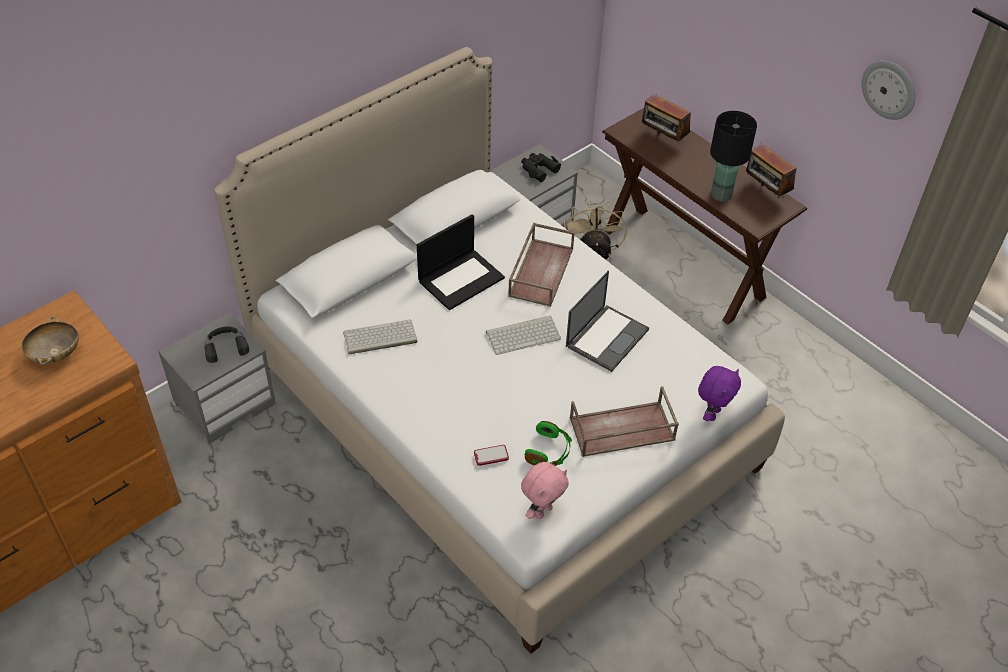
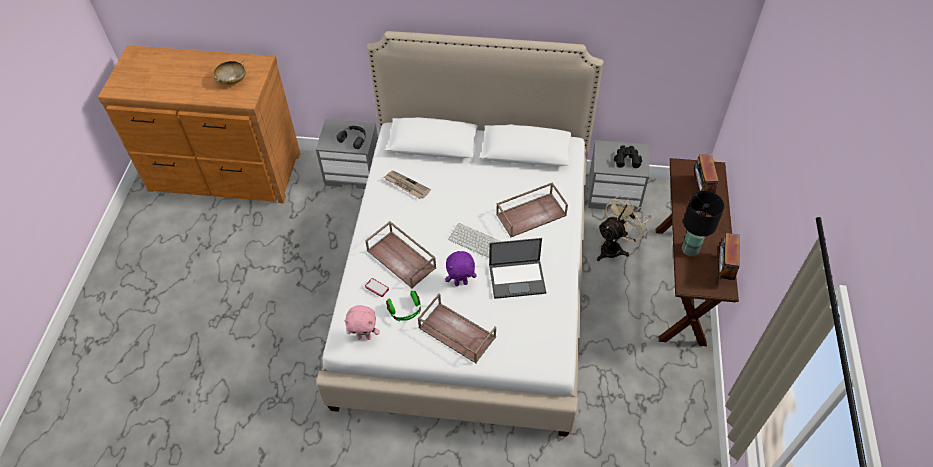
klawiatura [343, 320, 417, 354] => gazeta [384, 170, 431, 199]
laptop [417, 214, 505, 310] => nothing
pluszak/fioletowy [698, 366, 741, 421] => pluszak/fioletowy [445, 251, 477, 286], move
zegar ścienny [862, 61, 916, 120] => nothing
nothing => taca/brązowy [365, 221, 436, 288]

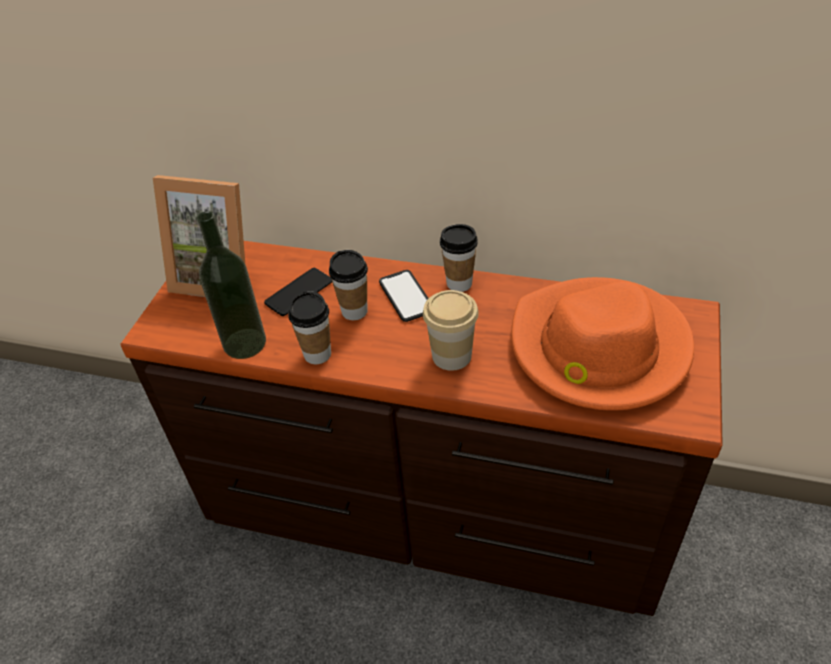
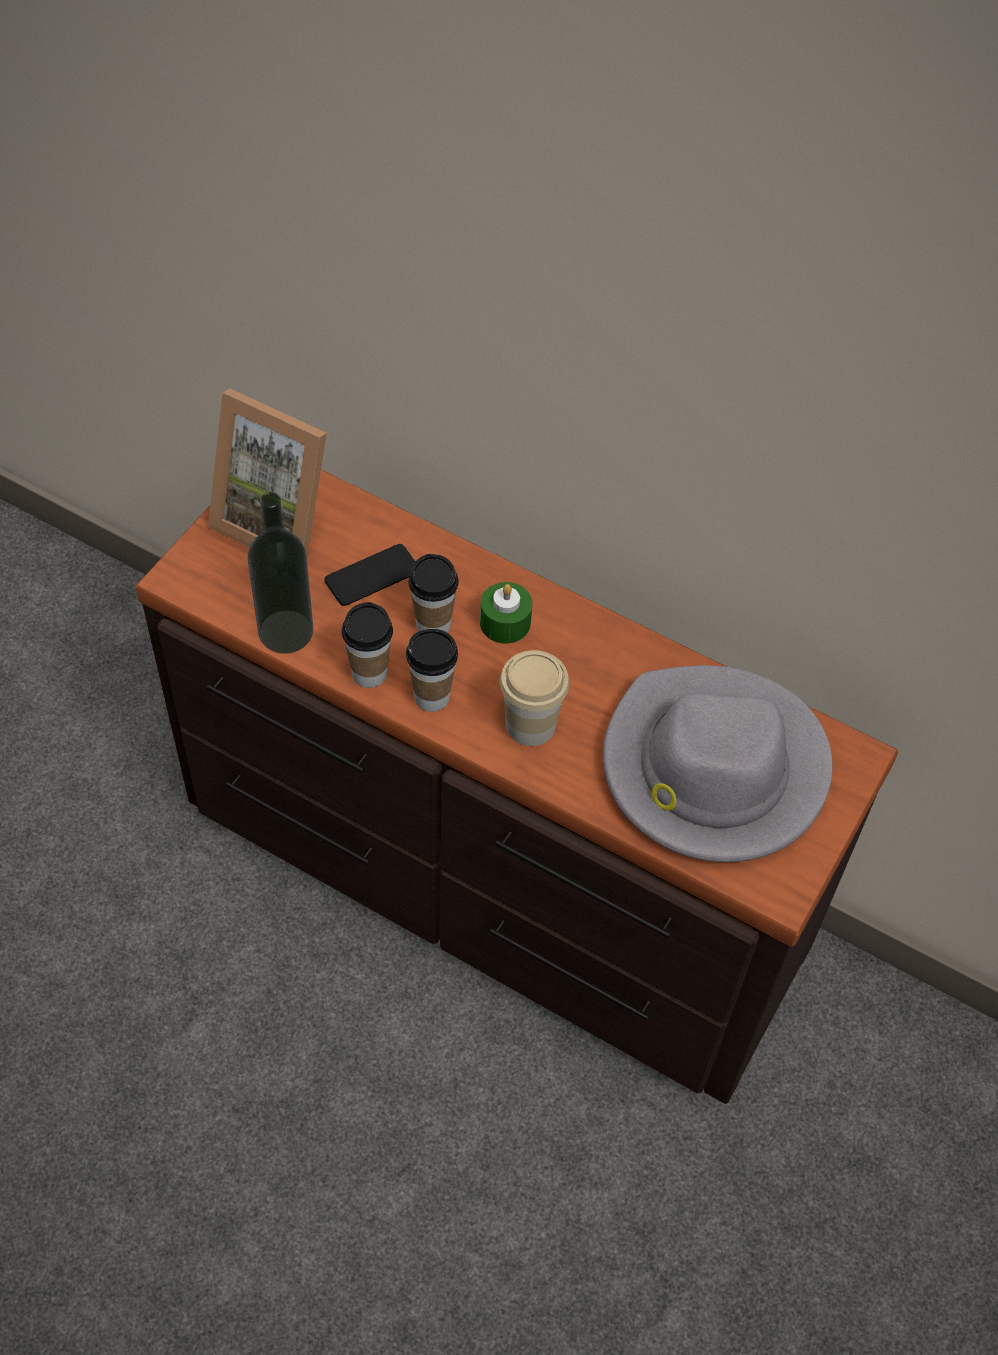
telefon [379, 270, 429, 322] => świeca/zielony [480, 582, 532, 644]
filiżanka [440, 224, 478, 292] => filiżanka [406, 629, 458, 712], move
kapelusz/pomarańczowy [511, 277, 694, 411] => kapelusz/szary [603, 665, 833, 862]

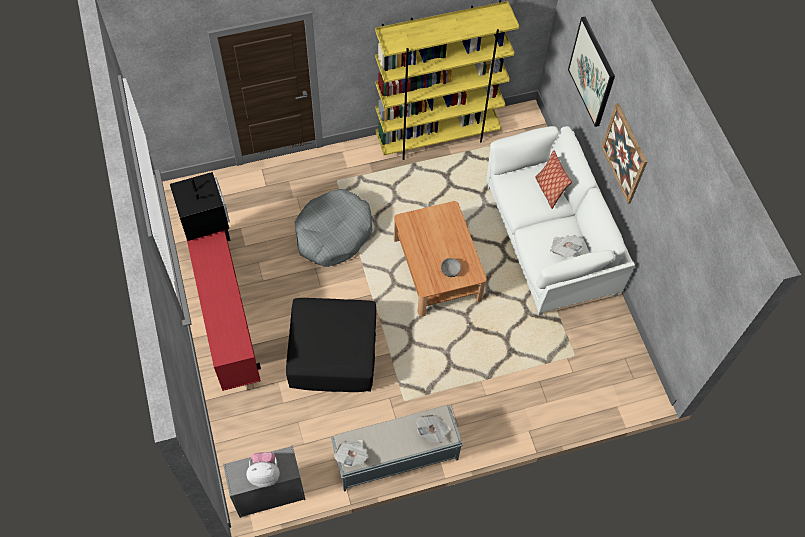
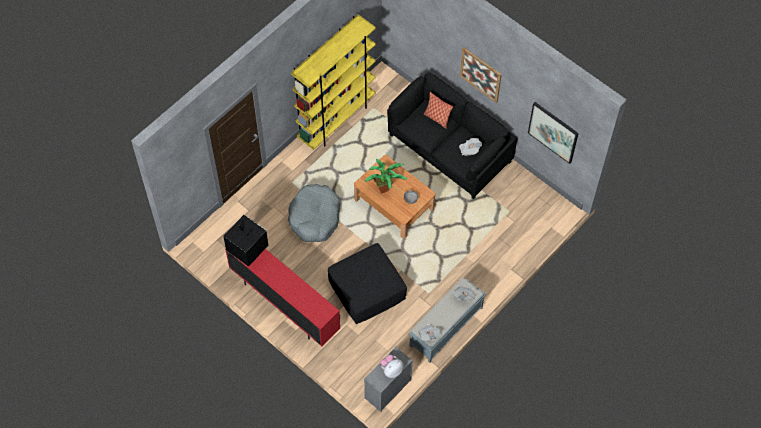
kanapa/biały [486, 126, 635, 316] => kanapa/czarny [387, 72, 518, 199]
obraz [568, 17, 615, 127] => obraz [528, 102, 579, 164], move
nothing => roślina doniczkowa [364, 159, 407, 194]

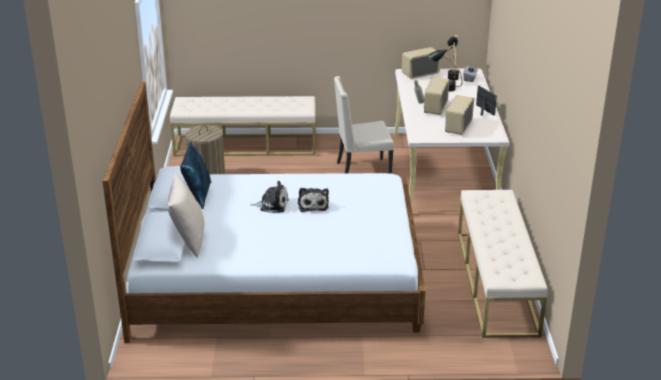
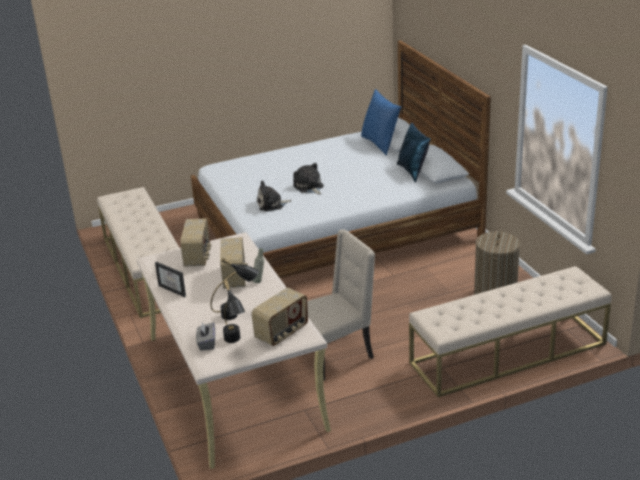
poduszka/beżowy [167, 173, 204, 258] => poduszka/niebieski [361, 89, 401, 155]
pluszak [250, 181, 289, 213] => pluszak [257, 181, 292, 212], move

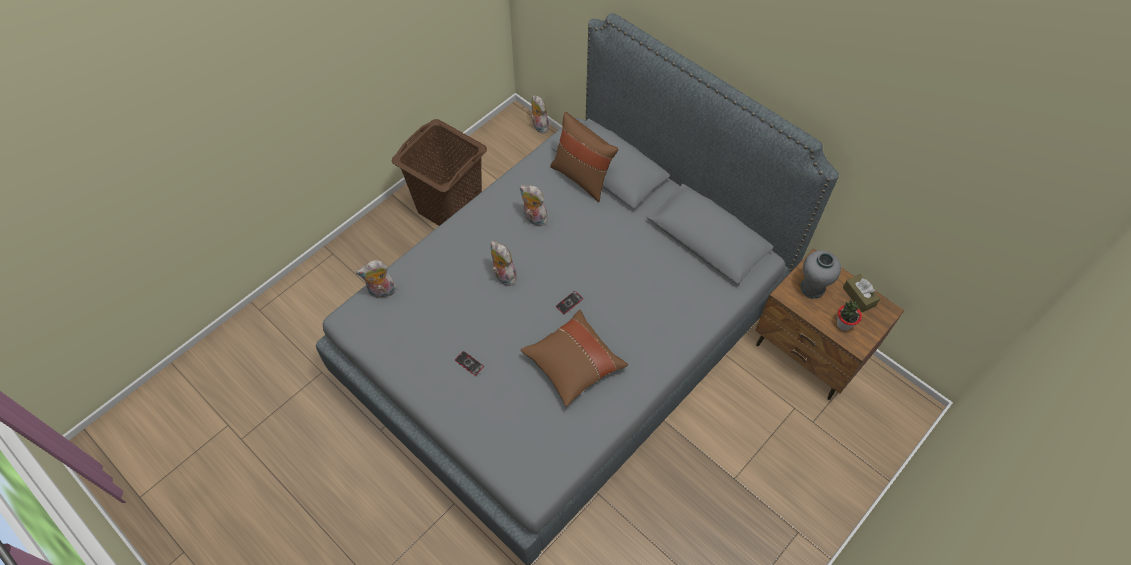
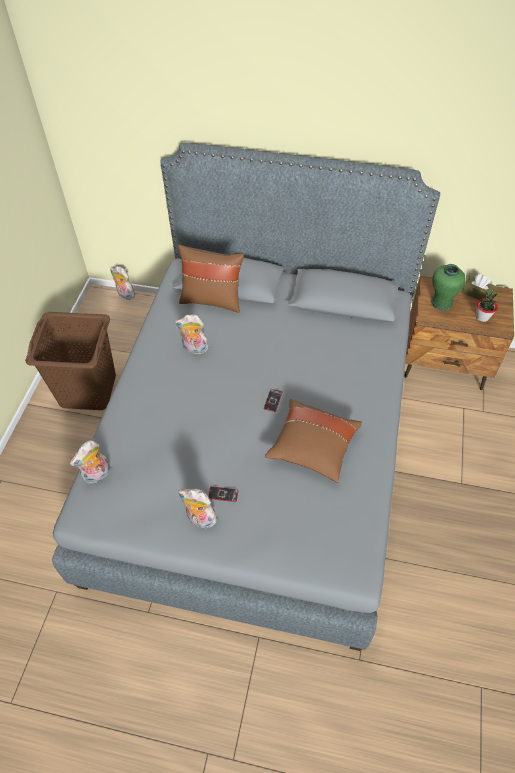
pluszak [491, 241, 519, 286] => pluszak [178, 488, 217, 528], move
wazon/szary [801, 250, 841, 299] => wazon/zielony [431, 264, 466, 311]

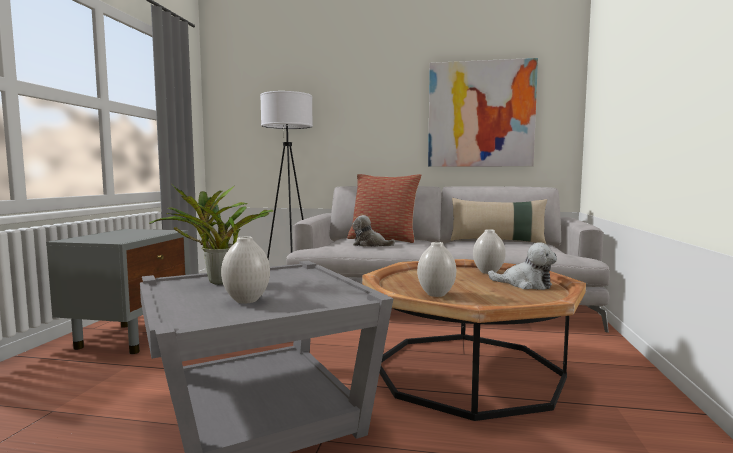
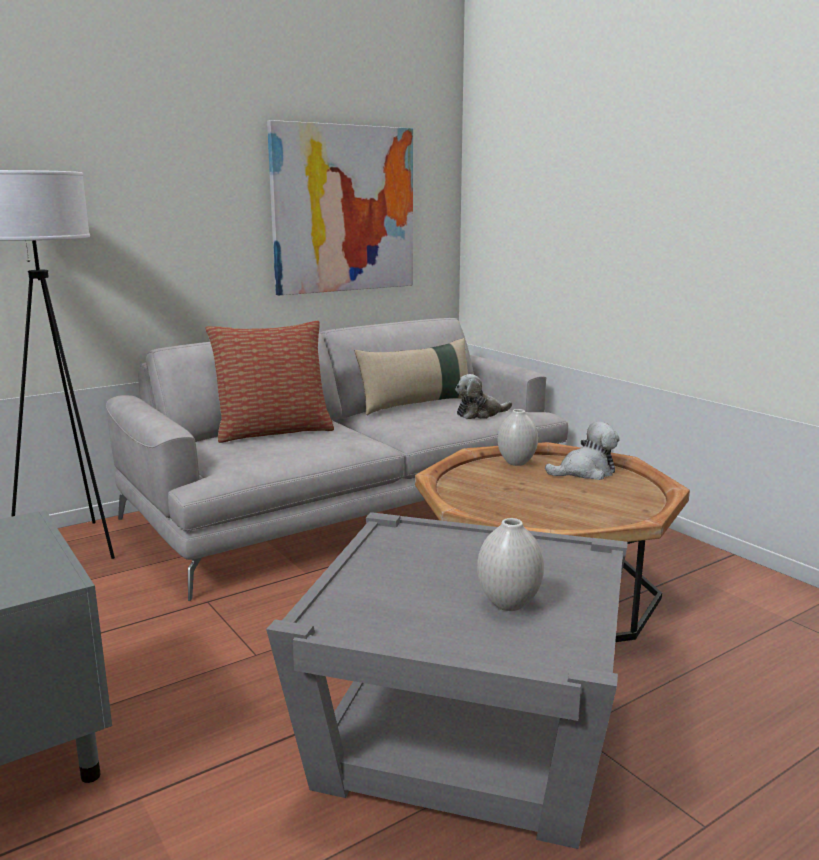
roślina doniczkowa [149, 184, 274, 285] => nothing
pluszak [352, 215, 395, 247] => pluszak [455, 374, 512, 419], move
wazon/biały [417, 242, 456, 297] => nothing

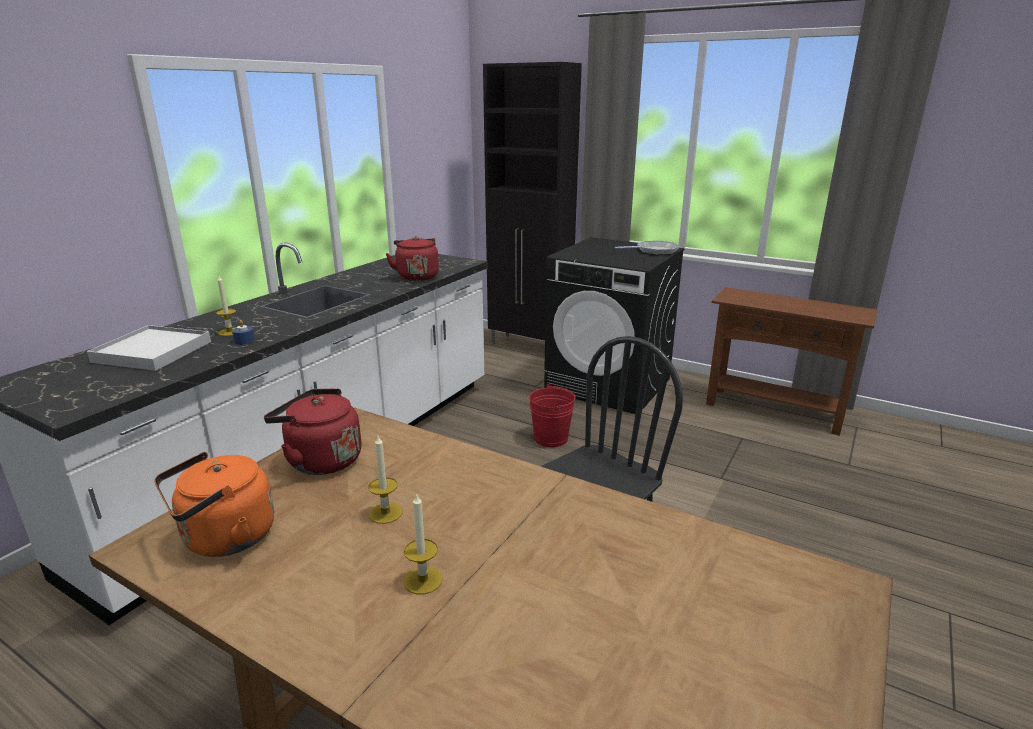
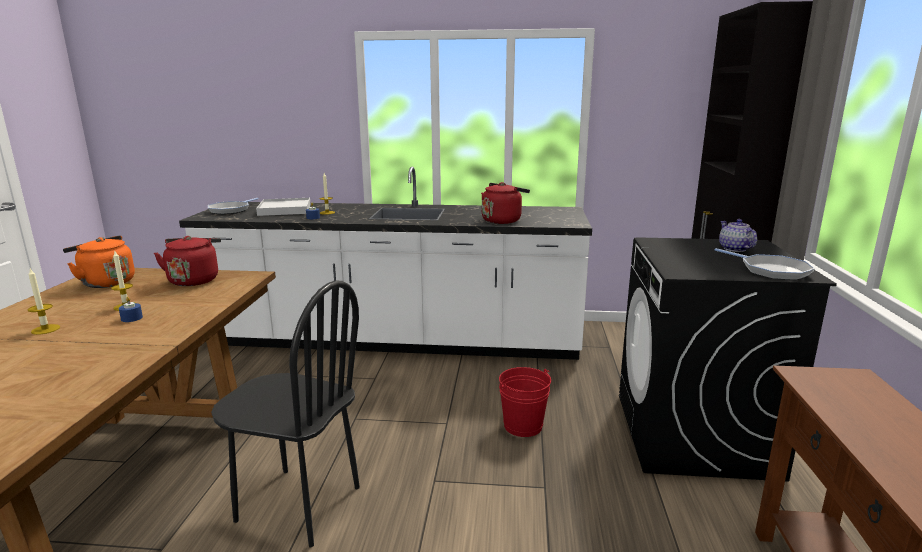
nothing => świeca/niebieski [119, 297, 143, 322]
nothing => patelnia [208, 198, 259, 214]
nothing => imbryk [719, 219, 757, 252]

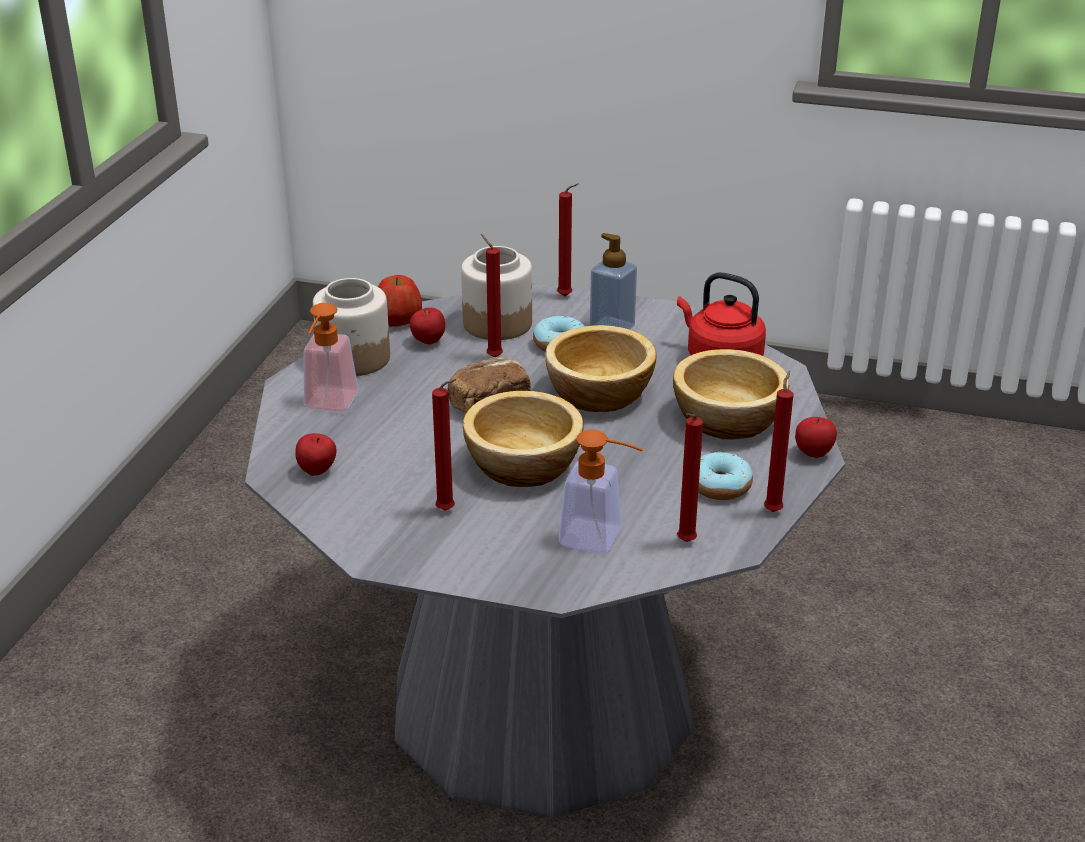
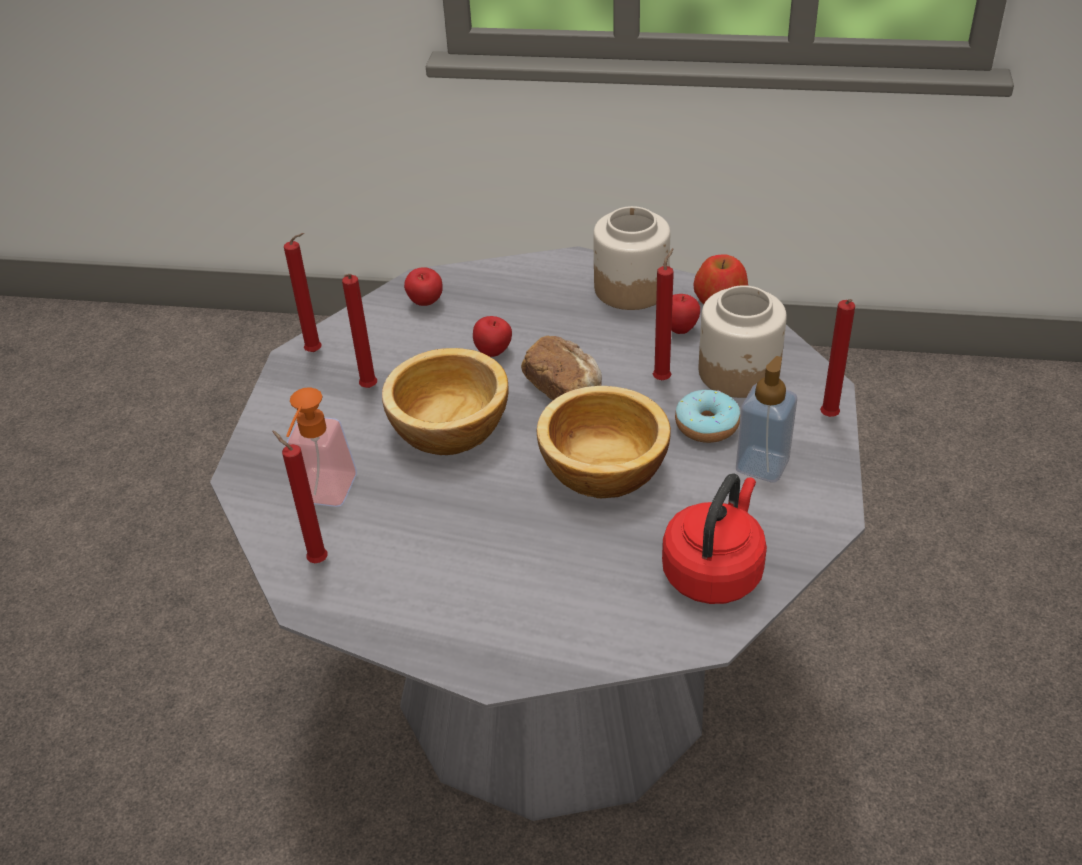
dozownik mydła [304, 303, 359, 412] => nothing
miska [673, 349, 790, 439] => nothing
donut [698, 451, 753, 500] => nothing
świeca/czerwony [764, 371, 793, 512] => świeca/czerwony [284, 233, 322, 352], move
jabłko [795, 417, 837, 458] => jabłko [473, 316, 512, 357], move

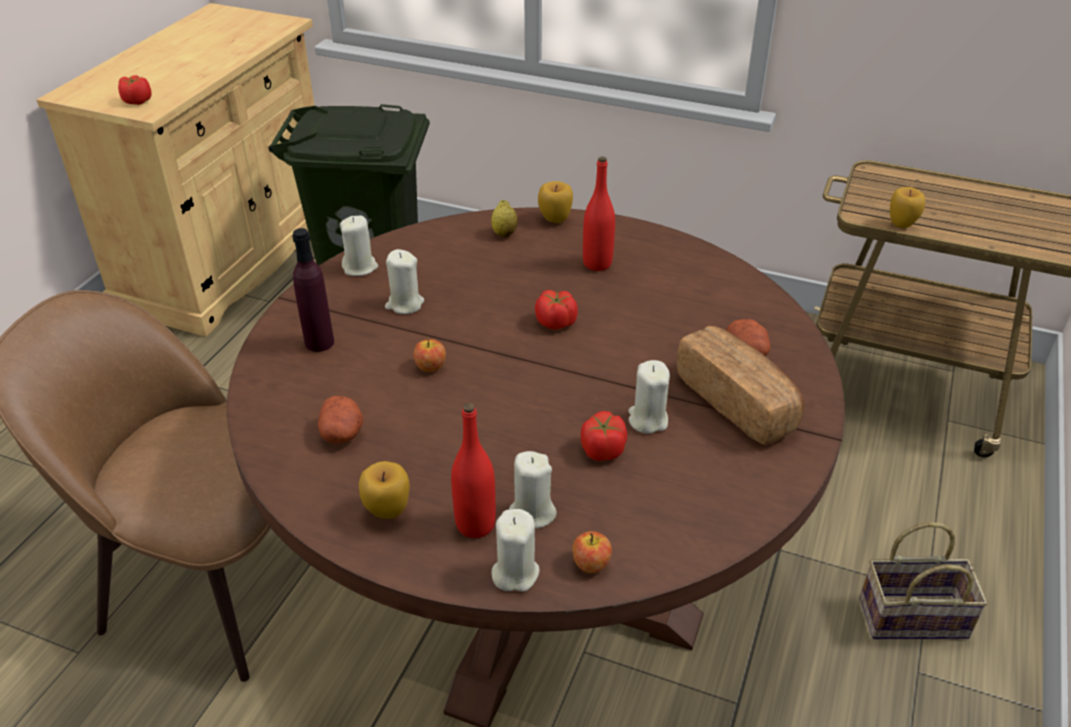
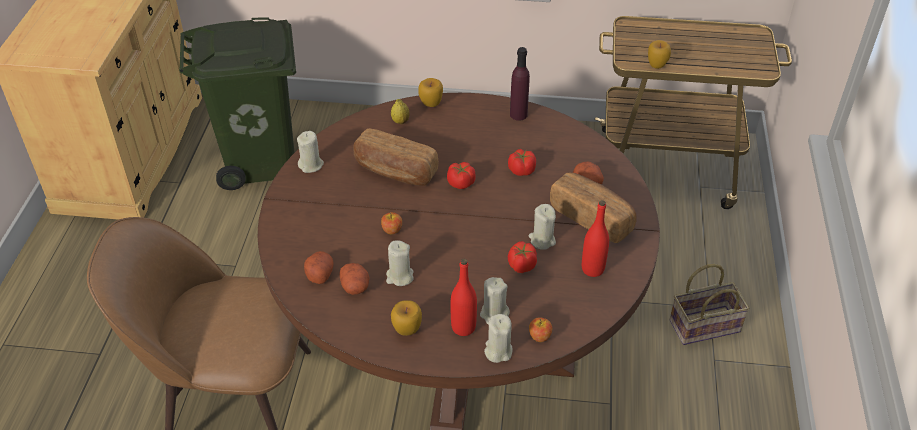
pomidor [118, 75, 152, 105] => pomidor [508, 149, 536, 176], move
butelka/fioletowy [292, 228, 334, 352] => butelka/fioletowy [510, 47, 530, 121], move
świeca/beżowy [385, 249, 424, 314] => świeca/beżowy [386, 240, 414, 286], move
butelka/czerwony [583, 157, 615, 271] => butelka/czerwony [582, 200, 609, 277], move
nothing => ziemniak [304, 251, 333, 284]
nothing => chleb [353, 129, 438, 186]

